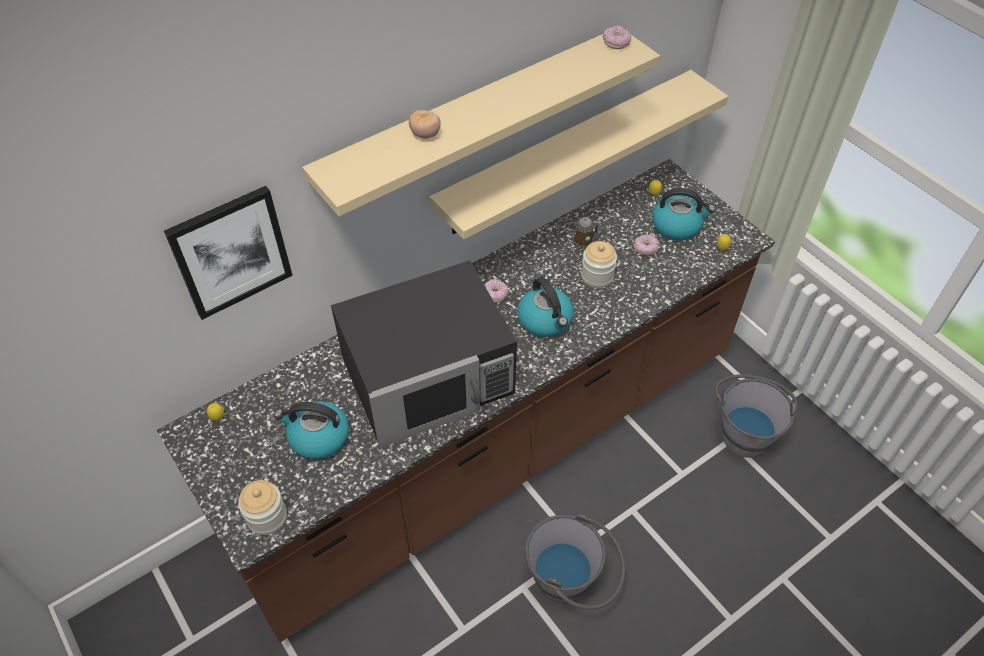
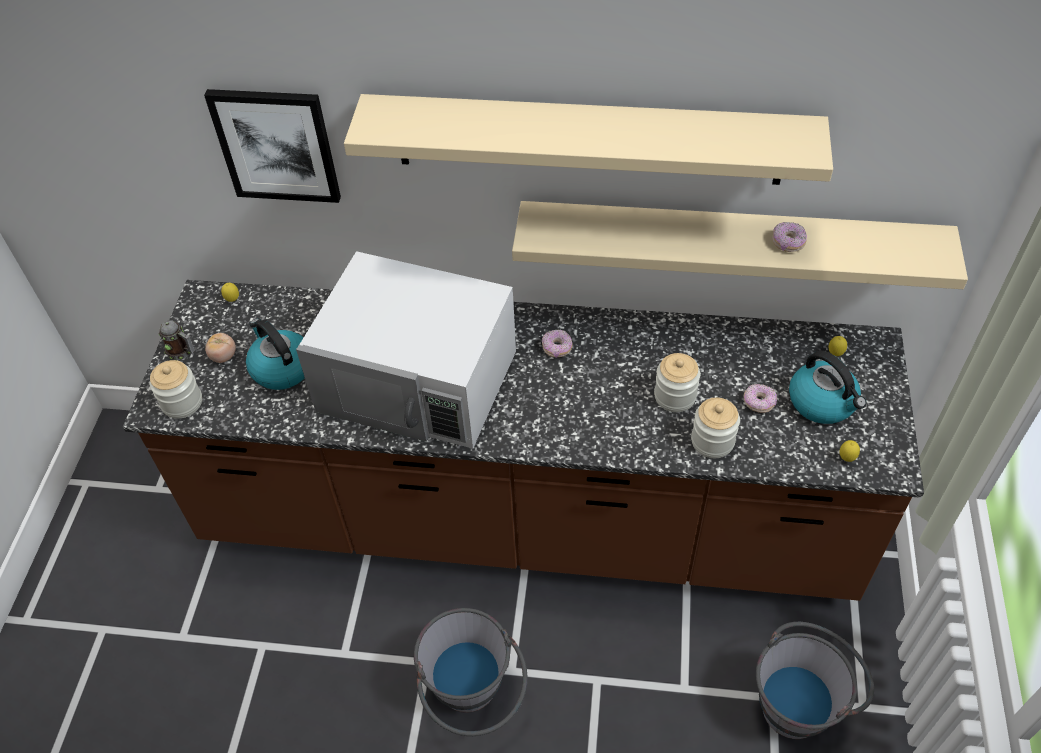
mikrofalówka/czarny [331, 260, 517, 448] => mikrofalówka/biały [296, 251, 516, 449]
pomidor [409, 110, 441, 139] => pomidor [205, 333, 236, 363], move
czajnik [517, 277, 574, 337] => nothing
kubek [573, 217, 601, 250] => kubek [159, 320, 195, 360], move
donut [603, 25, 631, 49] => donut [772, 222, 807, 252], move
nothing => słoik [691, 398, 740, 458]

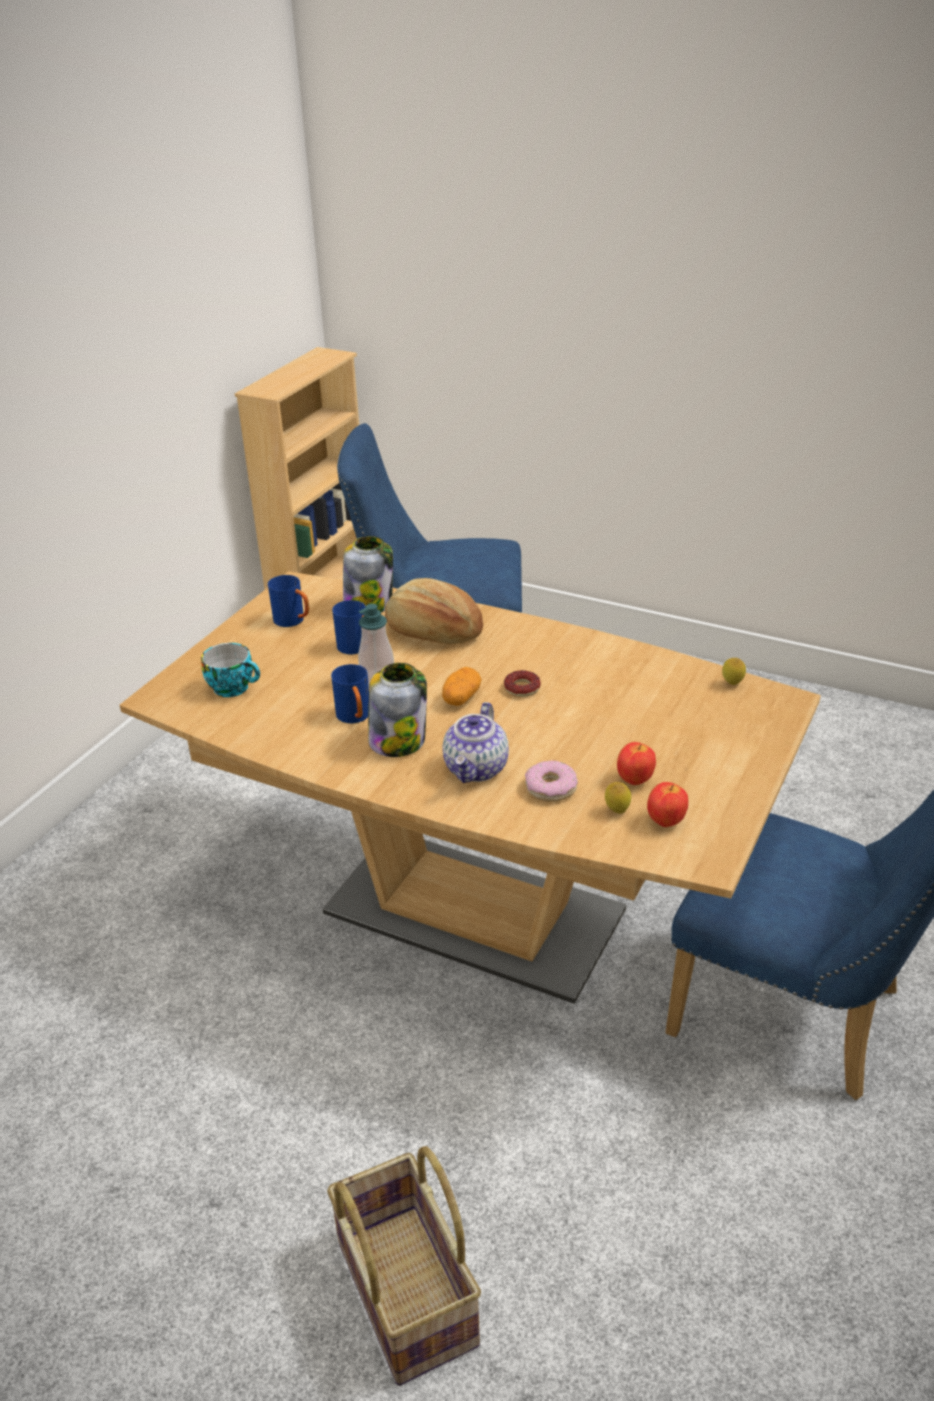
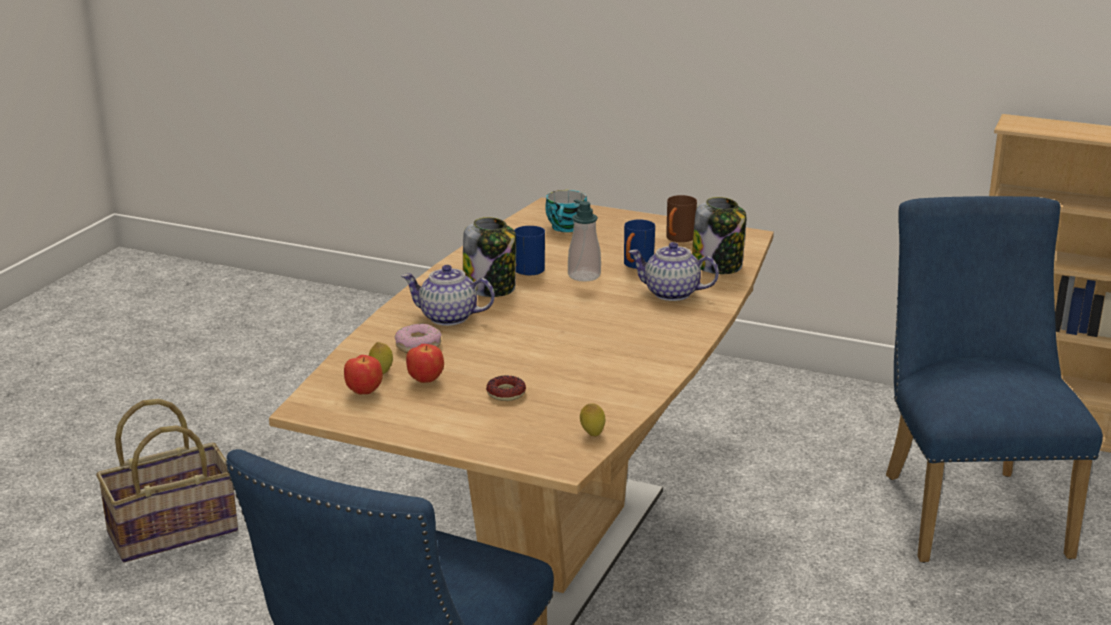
kubek/niebieski [268, 575, 309, 627] => kubek/brązowy [666, 195, 697, 242]
chleb [385, 578, 483, 644] => imbryk [628, 242, 719, 301]
ziemniak [442, 667, 482, 706] => nothing
donut [504, 670, 541, 697] => donut [486, 375, 526, 401], move

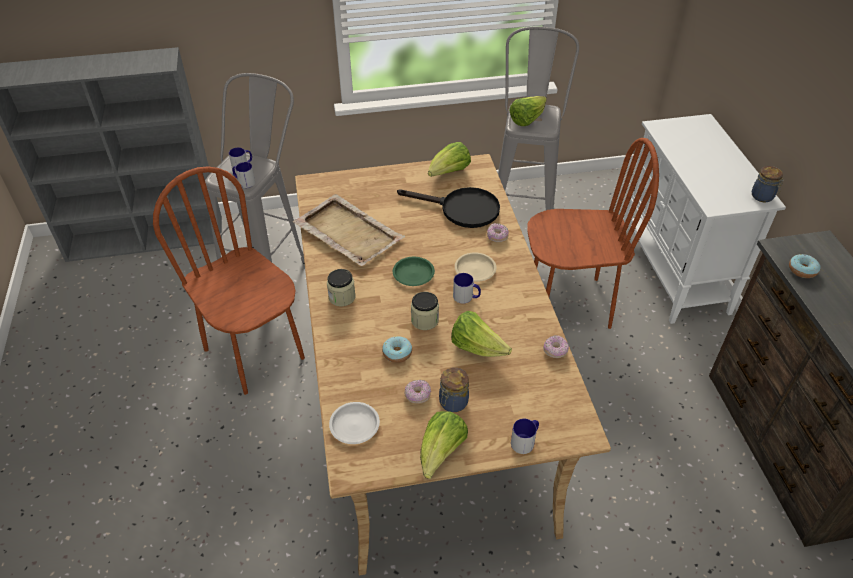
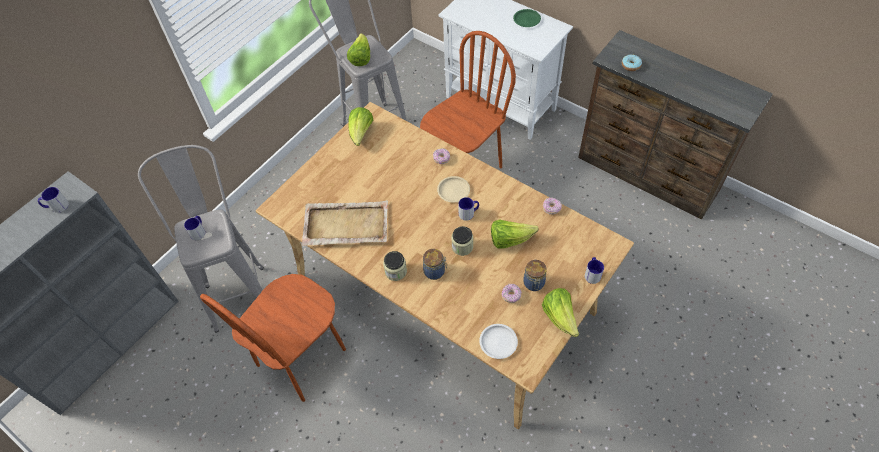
krzesło/brązowy [153, 166, 305, 395] => krzesło/brązowy [200, 274, 346, 402], 60 degrees counterclockwise
kubek [232, 162, 255, 188] => kubek [38, 187, 69, 213], move
donut [382, 336, 412, 363] => nothing
talerz/zielony [393, 257, 435, 286] => talerz/zielony [513, 9, 541, 27], move
patelnia/czarny [397, 187, 500, 228] => nothing
słoik [752, 166, 784, 202] => słoik [423, 249, 447, 280], move

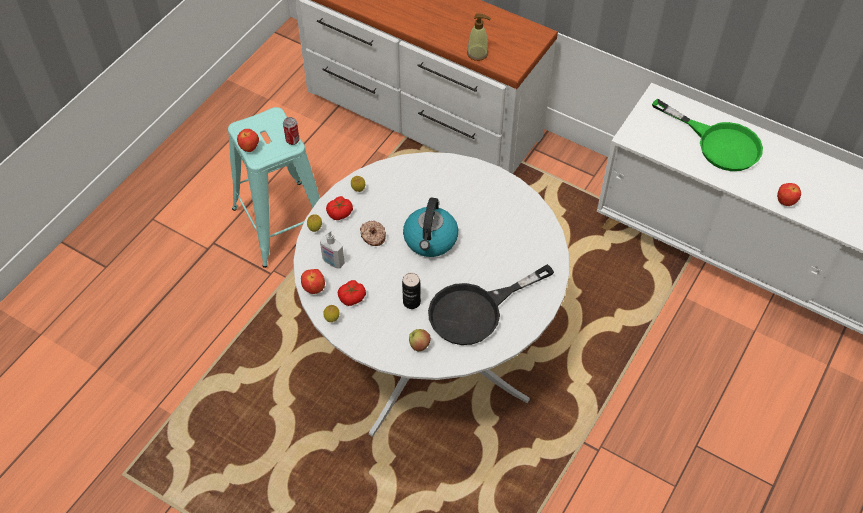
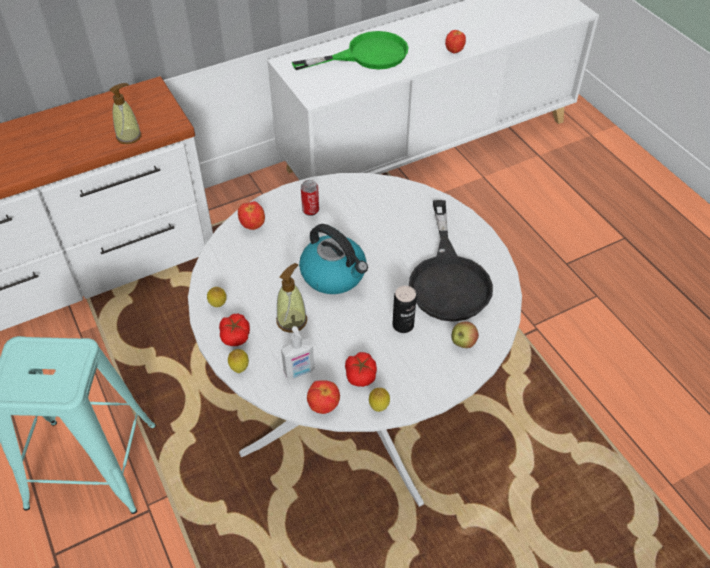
jabłko [237, 129, 259, 152] => jabłko [238, 201, 265, 230], move
puszka [283, 117, 299, 145] => puszka [301, 180, 319, 216], move
donut [360, 221, 386, 246] => dozownik mydła [276, 263, 307, 333]

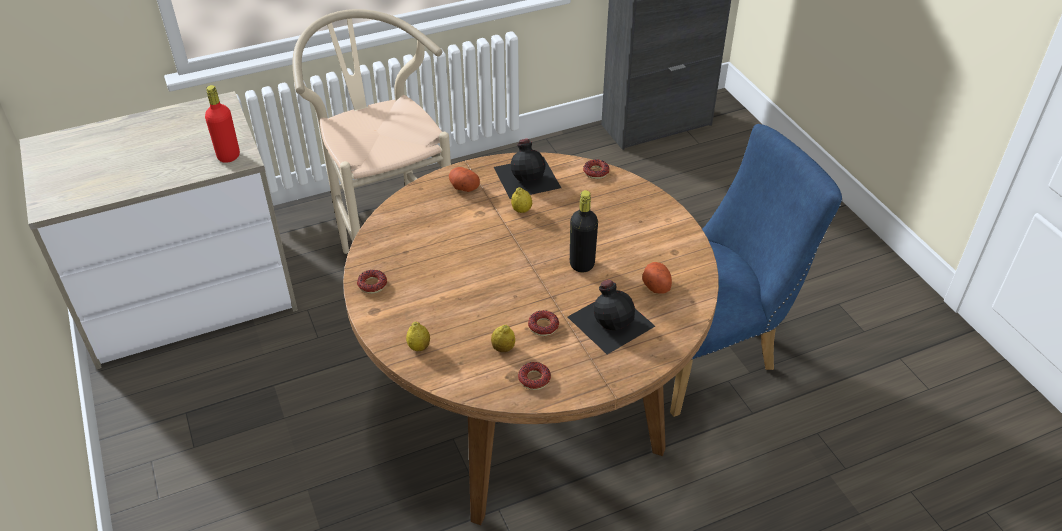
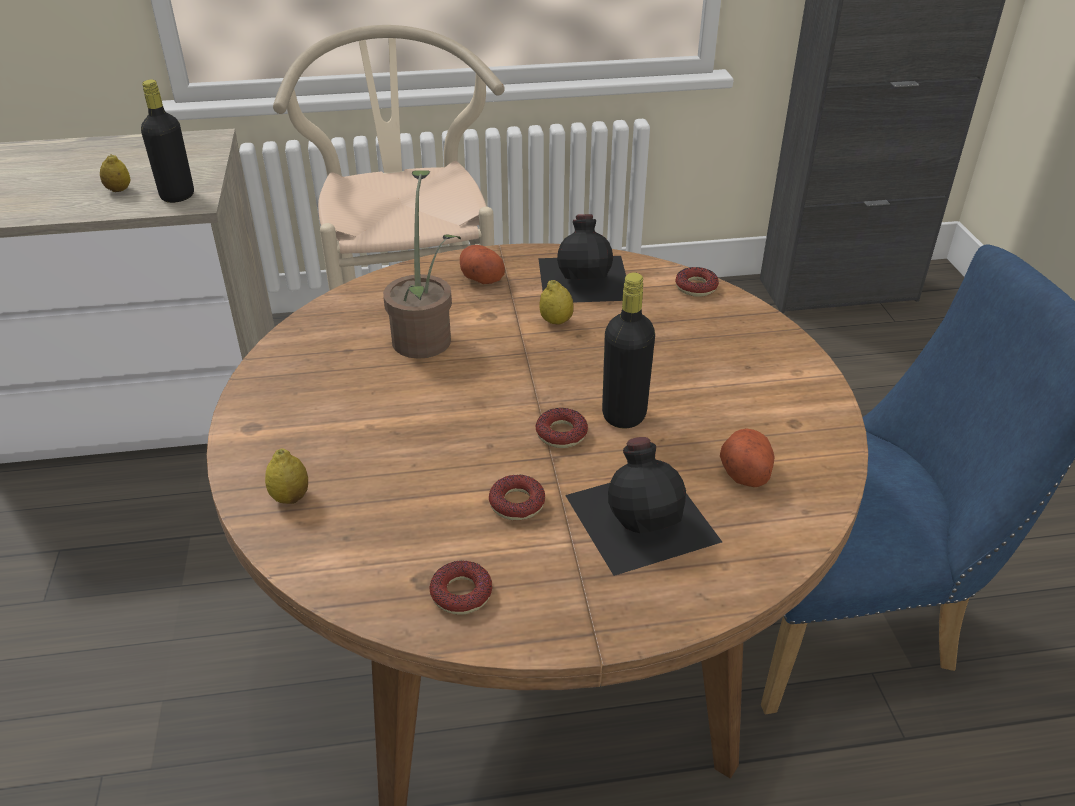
butelka/czerwony [205, 85, 240, 163] => butelka/czarny [141, 80, 194, 203]
donut [357, 270, 387, 294] => donut [536, 408, 588, 448], move
cytryna [491, 325, 515, 352] => cytryna [100, 154, 130, 192], move
nothing => roślina doniczkowa [383, 171, 461, 359]

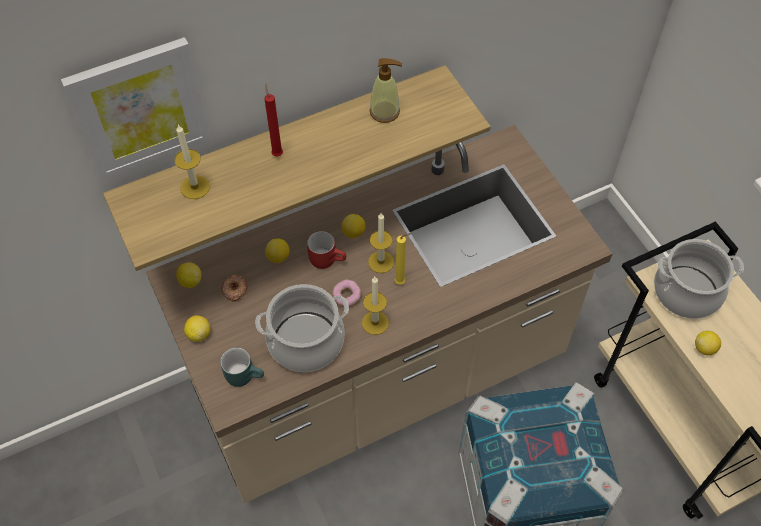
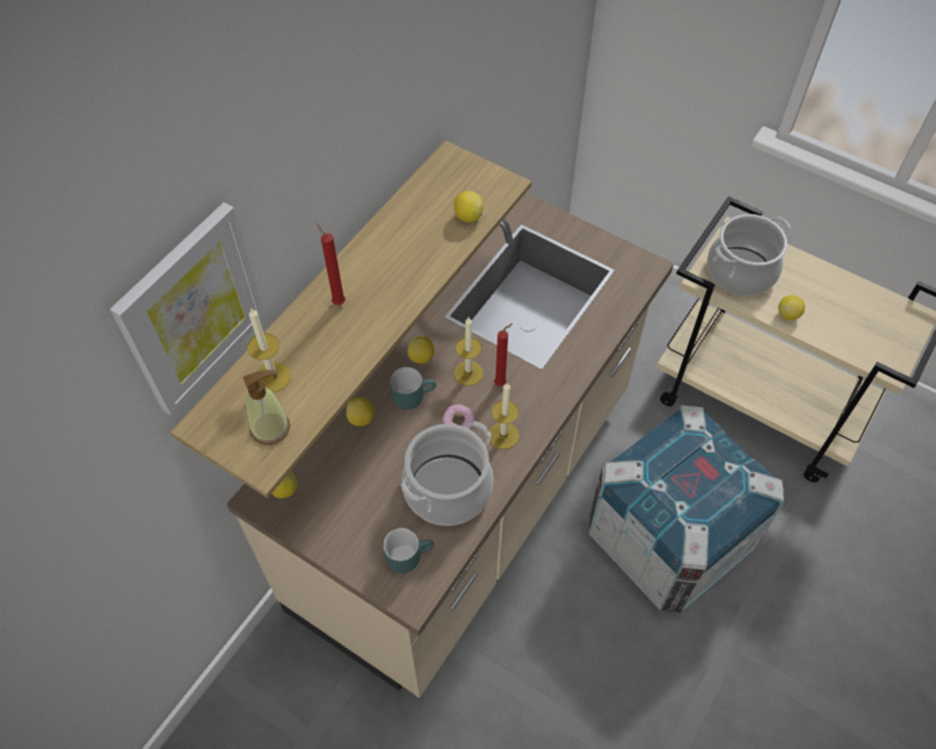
cytryna [184, 315, 211, 342] => cytryna [454, 191, 484, 222], move
donut [221, 275, 248, 302] => nothing
kubek/czerwony [307, 231, 346, 269] => kubek/turkusowy [390, 367, 436, 410]
dozownik mydła [370, 58, 402, 123] => dozownik mydła [243, 370, 290, 445], move
świeca/żółty [395, 233, 411, 285] => świeca/czerwony [494, 323, 513, 387]

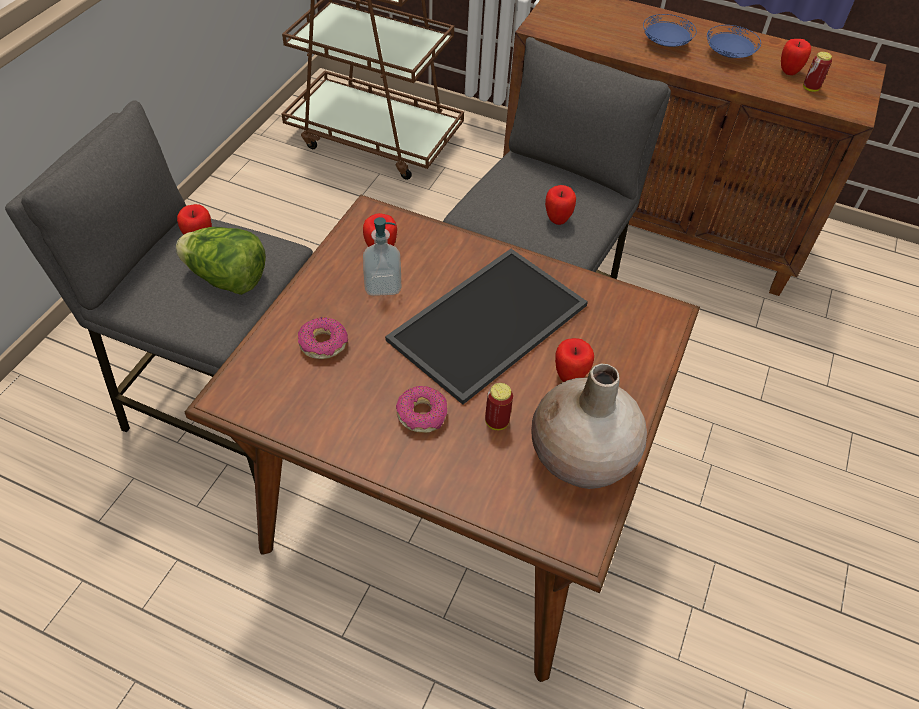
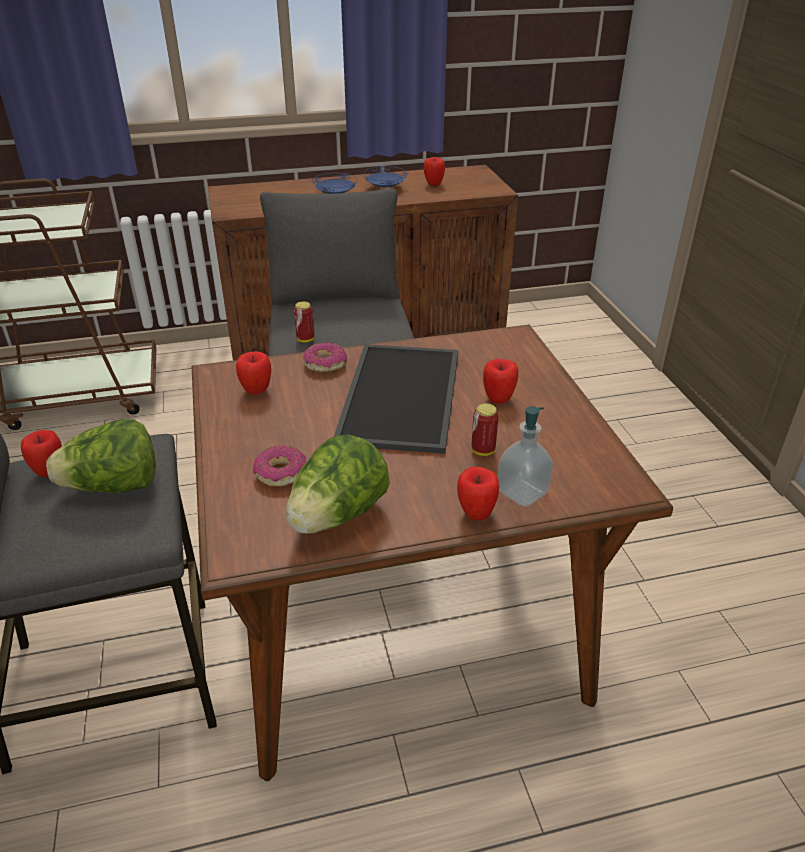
dozownik mydła [363, 217, 401, 296] => dozownik mydła [497, 406, 553, 507], move
donut [396, 386, 448, 433] => donut [303, 342, 347, 372], move
wazon/beżowy [531, 364, 647, 489] => nothing
jabłko [545, 185, 576, 225] => jabłko [457, 467, 499, 521], move
puszka [803, 52, 832, 92] => puszka [294, 301, 315, 343], move
nothing => sałata [286, 434, 390, 534]

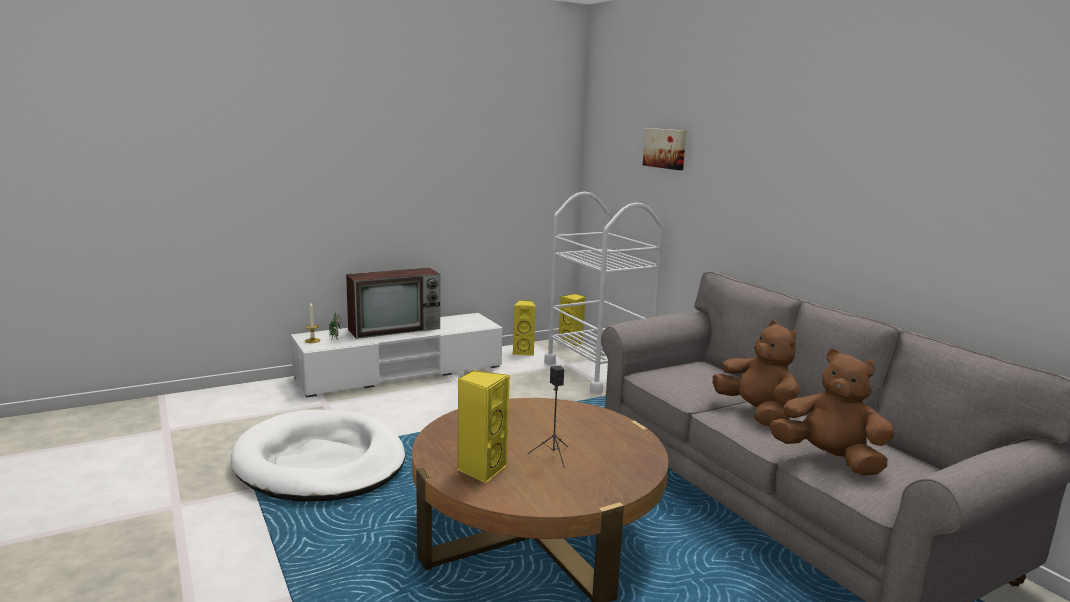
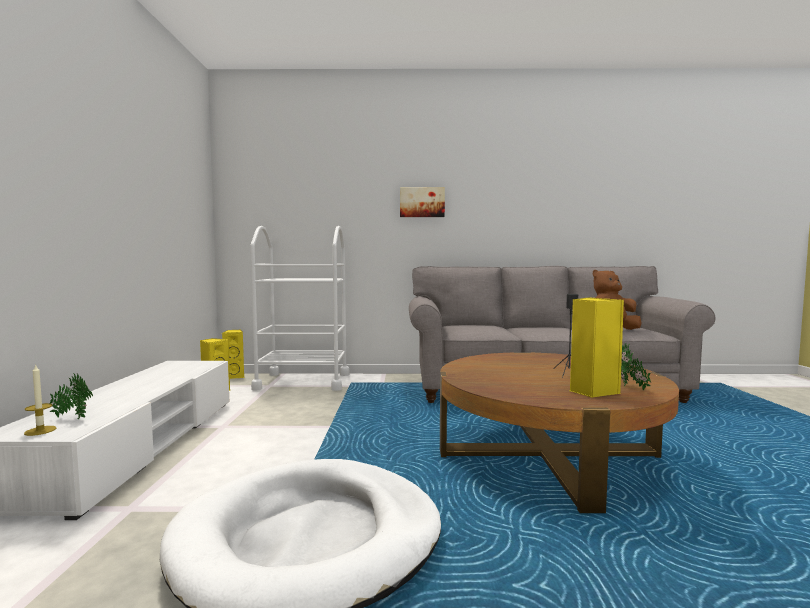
telewizor [346, 268, 440, 339] => nothing
obraz [643, 128, 686, 170] => obraz [400, 187, 445, 217], move
pluszak/brązowy [713, 320, 799, 426] => nothing
nothing => roślina doniczkowa [621, 342, 651, 390]

